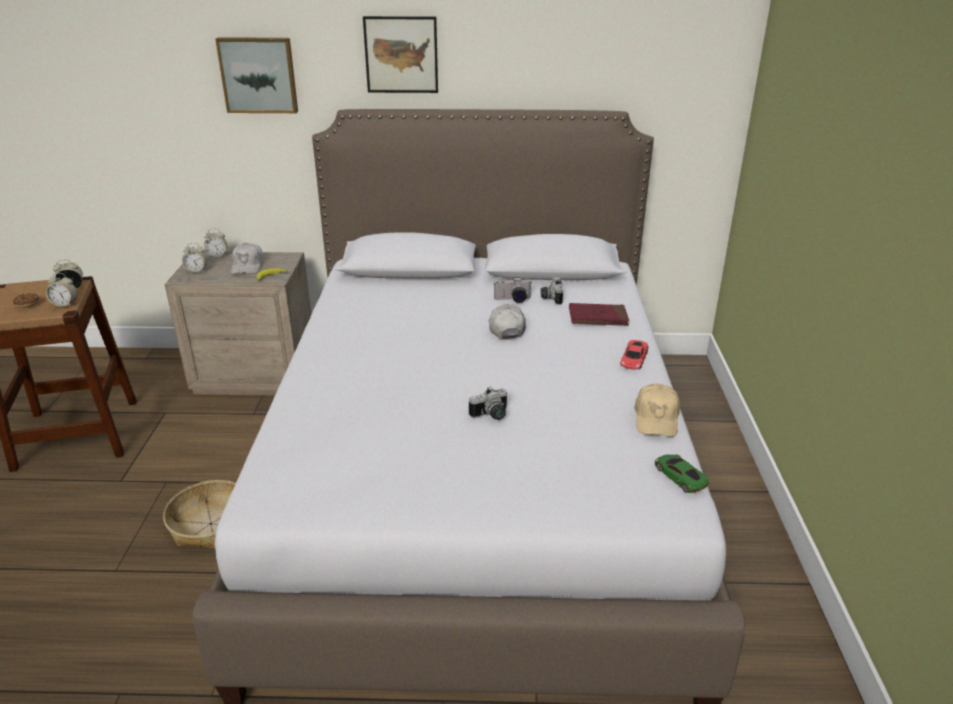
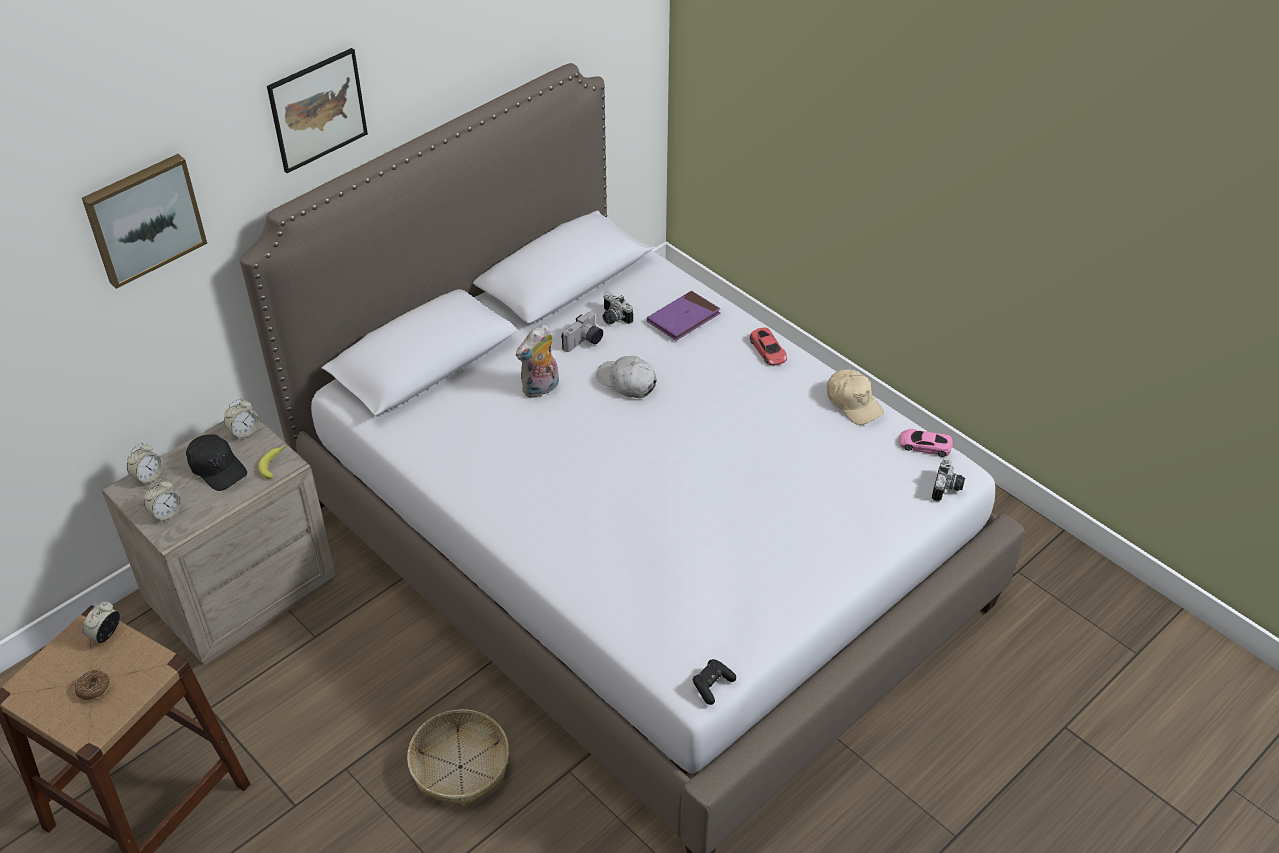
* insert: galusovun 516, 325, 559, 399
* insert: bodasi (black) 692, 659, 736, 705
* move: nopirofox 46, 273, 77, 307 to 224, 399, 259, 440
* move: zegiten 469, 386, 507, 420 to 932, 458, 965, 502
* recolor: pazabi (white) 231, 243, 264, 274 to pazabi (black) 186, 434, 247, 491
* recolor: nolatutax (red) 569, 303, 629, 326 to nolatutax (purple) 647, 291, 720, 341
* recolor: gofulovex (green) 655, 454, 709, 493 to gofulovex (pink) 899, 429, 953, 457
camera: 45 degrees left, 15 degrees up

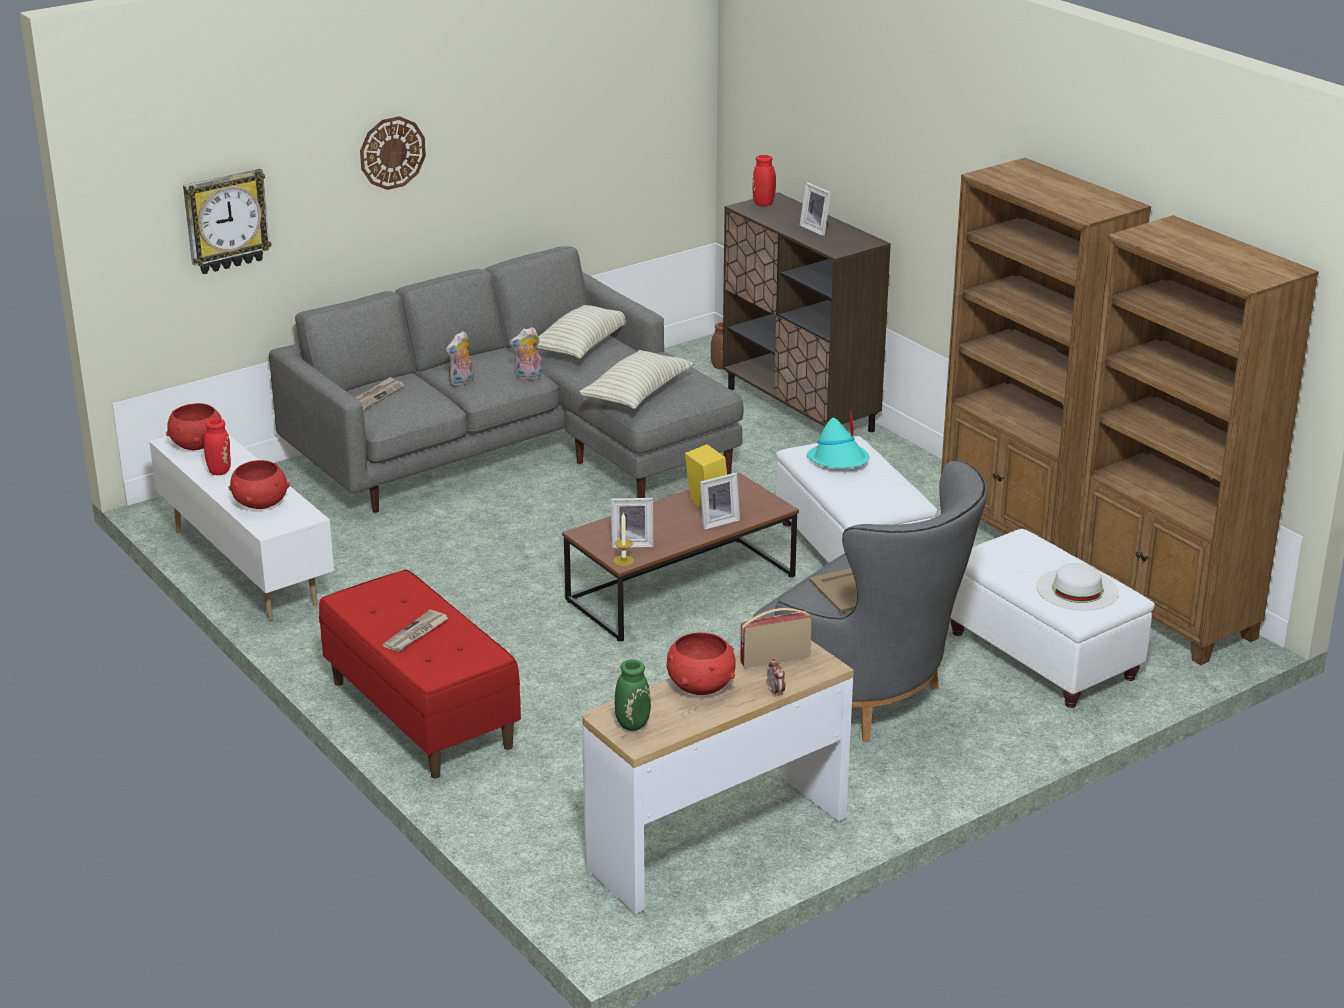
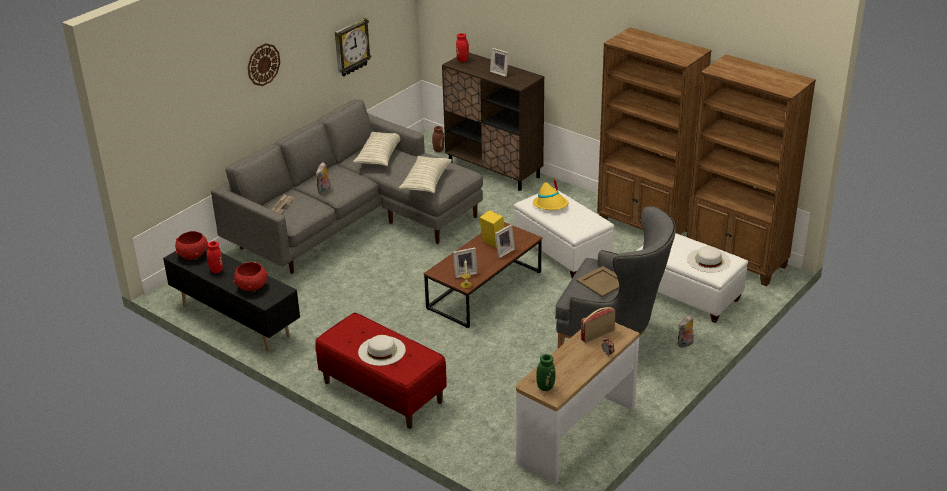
* delete: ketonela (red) 666, 632, 736, 695
* move: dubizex 183, 169, 272, 274 to 335, 18, 371, 77
* move: galusovun 510, 327, 542, 381 to 678, 315, 694, 348
* replace: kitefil 383, 610, 449, 652 to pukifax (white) 358, 335, 406, 366
* recolor: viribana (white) 149, 434, 334, 621 to viribana (black) 163, 246, 300, 352
* recolor: pukifax (turquoise) 807, 411, 869, 468 to pukifax (yellow) 533, 178, 568, 210
camera: 15 degrees left, 5 degrees up

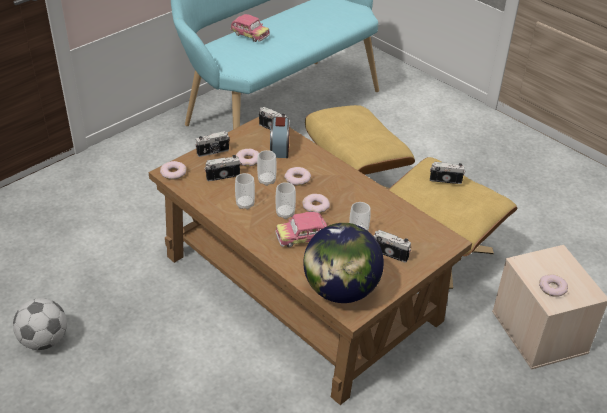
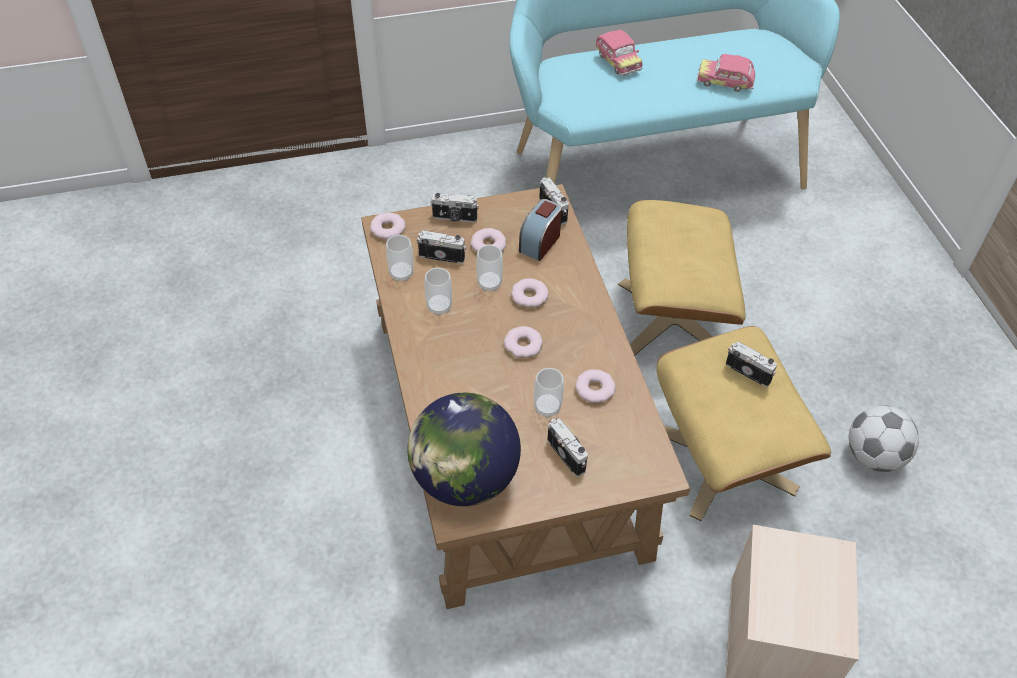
* move: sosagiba 13, 298, 67, 350 to 849, 405, 919, 472
* move: gofulovex 275, 212, 327, 247 to 697, 54, 756, 92
* move: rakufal 276, 182, 296, 219 to 386, 235, 414, 281
* move: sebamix 539, 274, 568, 297 to 575, 369, 616, 403
camera: 30 degrees right, 10 degrees up

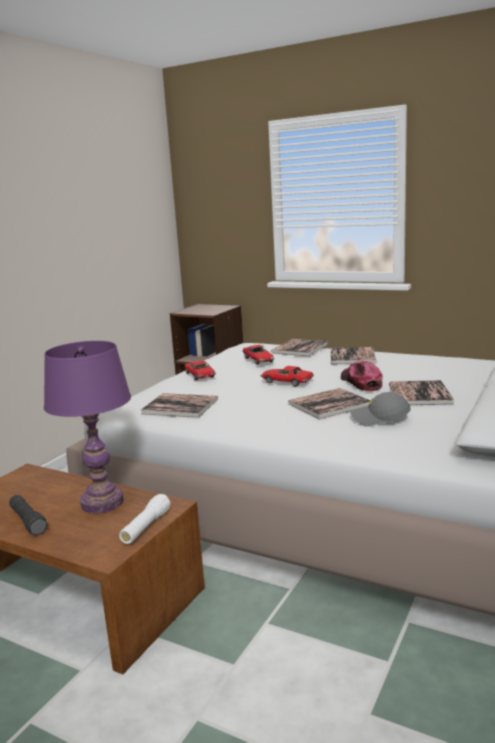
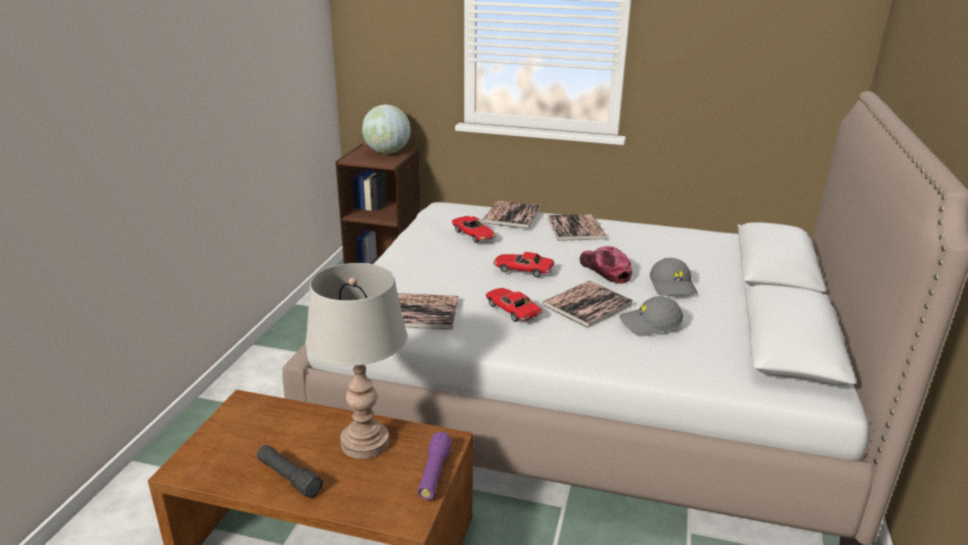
* insert: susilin 362, 105, 410, 154
* move: gofulovex 184, 361, 216, 380 to 485, 288, 543, 322
* replace: nolatutax 389, 380, 454, 405 to pazabi (grey) 650, 258, 698, 296
* recolor: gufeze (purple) 44, 341, 131, 513 to gufeze (grey) 305, 263, 407, 459
* recolor: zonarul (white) 119, 494, 171, 544 to zonarul (purple) 418, 432, 452, 500
camera: 15 degrees left, 10 degrees up

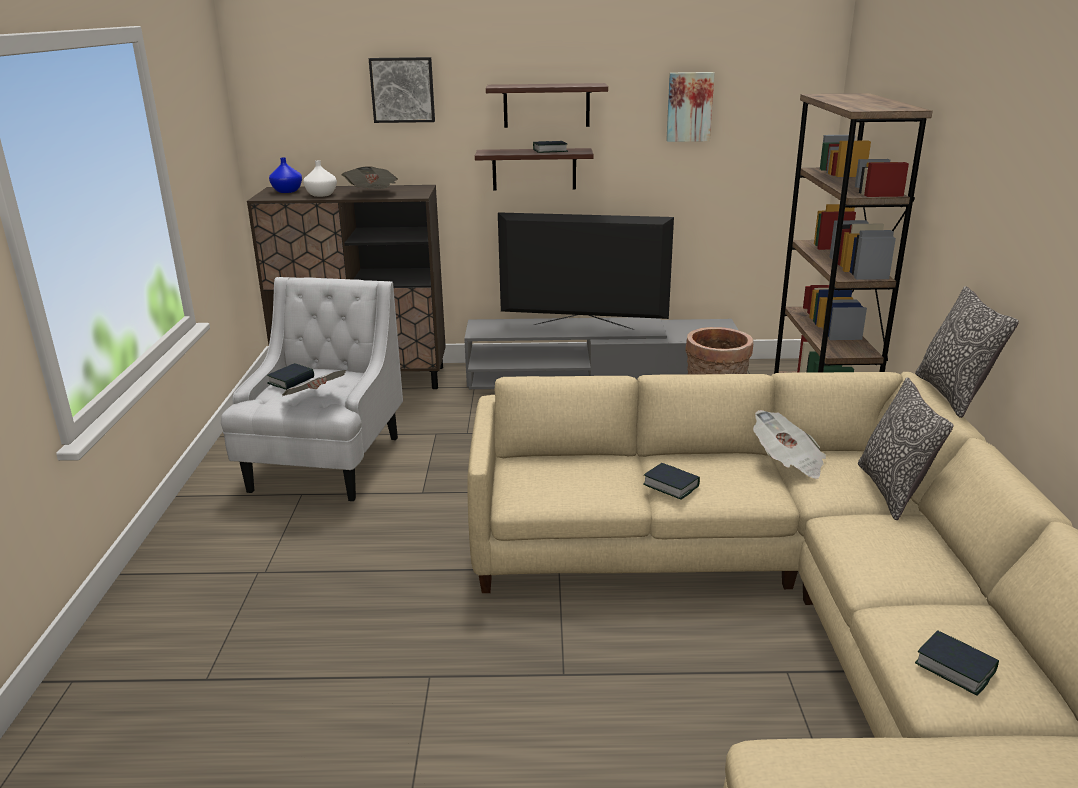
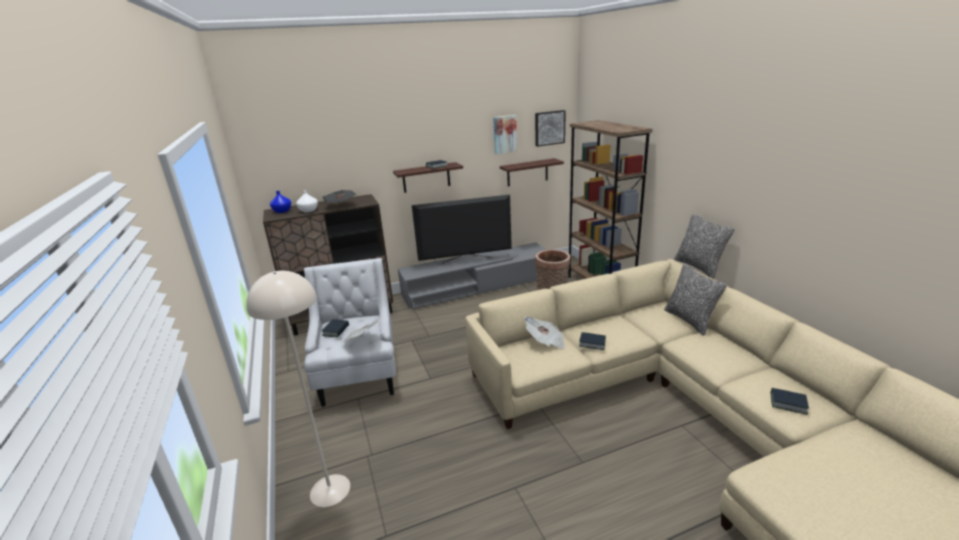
* insert: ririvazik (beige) 246, 271, 350, 507
* move: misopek 369, 57, 435, 123 to 535, 110, 566, 147
* move: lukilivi 486, 83, 608, 128 to 500, 158, 564, 186
* move: kitefil 753, 410, 826, 479 to 524, 317, 565, 349
camera: 20 degrees left, 0 degrees up

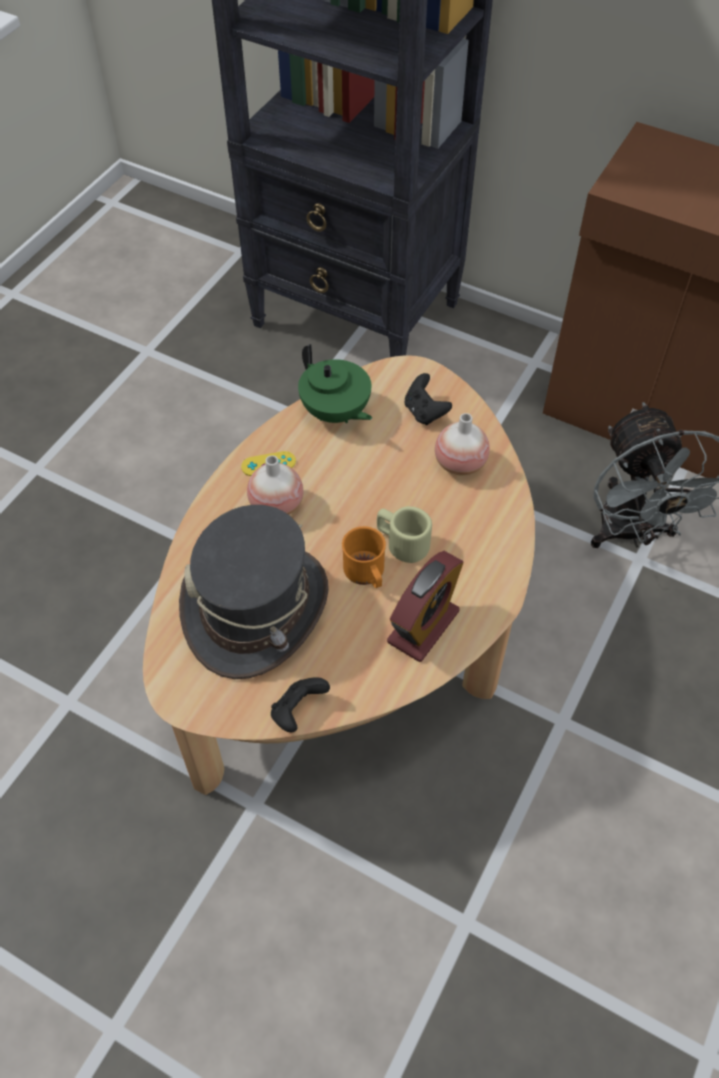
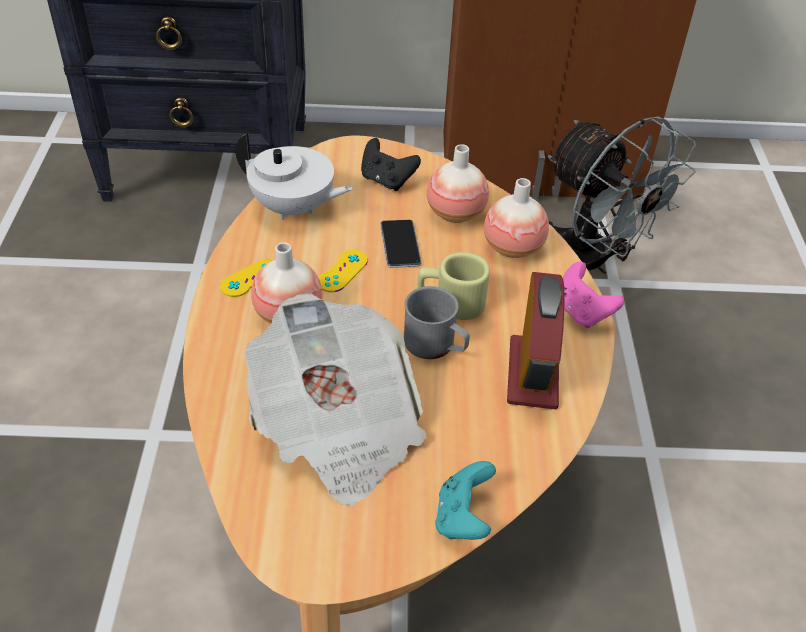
* insert: bodasi (yellow) 318, 250, 368, 292
* insert: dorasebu 380, 220, 422, 268
* insert: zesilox 484, 178, 549, 258
* insert: bodasi (pink) 562, 262, 624, 329
* replace: pukifax (grey) 179, 505, 329, 679 to kitefil 245, 293, 427, 505
* recolor: bodasi (black) 271, 677, 330, 732 to bodasi (turquoise) 435, 461, 496, 540
* recolor: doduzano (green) 298, 344, 372, 423 to doduzano (white) 235, 133, 353, 221
* recolor: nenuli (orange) 342, 526, 386, 588 to nenuli (grey) 404, 286, 470, 359
camera: 30 degrees left, 10 degrees down

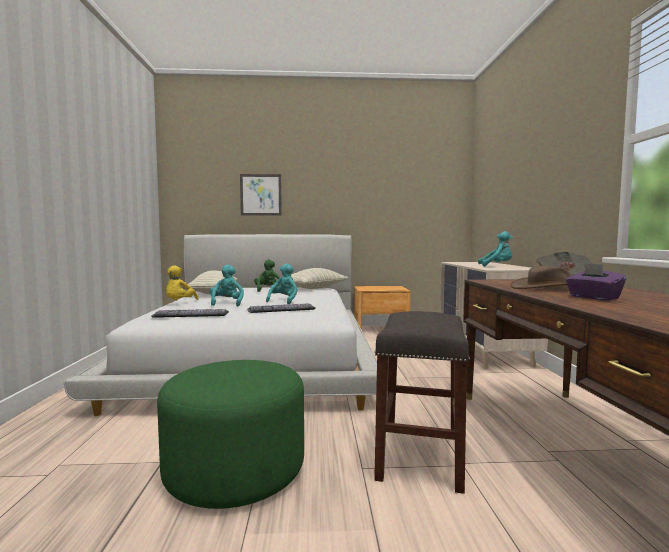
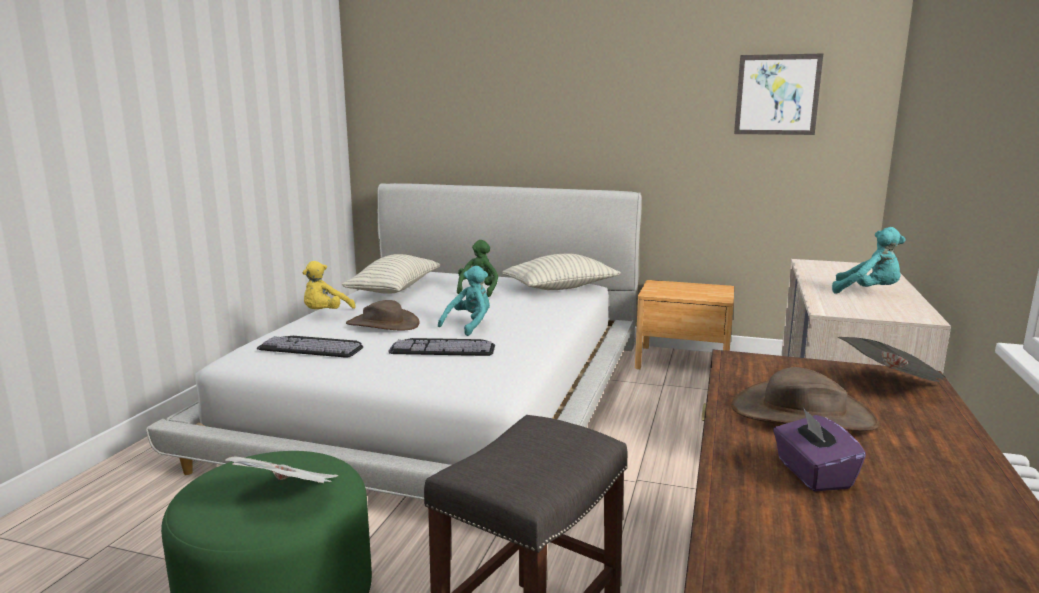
* insert: kitefil 225, 457, 338, 483
* move: misopek 240, 174, 282, 216 to 734, 54, 823, 135
* replace: galusovun (turquoise) 210, 265, 244, 306 to pukifax (brown) 346, 300, 420, 330
camera: 20 degrees right, 10 degrees up

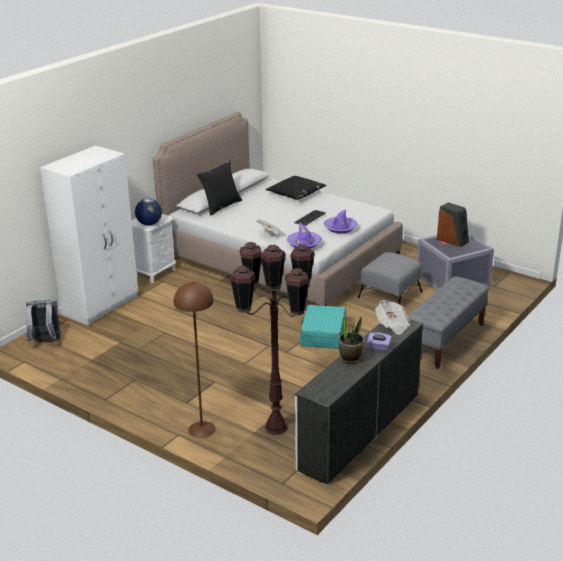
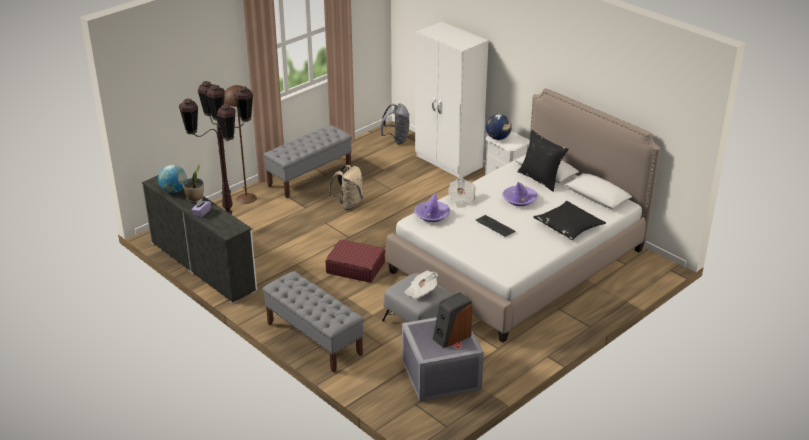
* insert: susilin 158, 165, 187, 193
* insert: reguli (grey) 263, 125, 352, 198
* insert: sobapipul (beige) 328, 165, 363, 210
* move: pukifax (purple) 324, 209, 358, 234 to 502, 182, 538, 206
* move: kitefil 375, 300, 411, 335 to 405, 271, 438, 300
* recolor: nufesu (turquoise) 300, 305, 346, 349 to nufesu (red) 325, 239, 385, 283
camera: 100 degrees right, 5 degrees up

